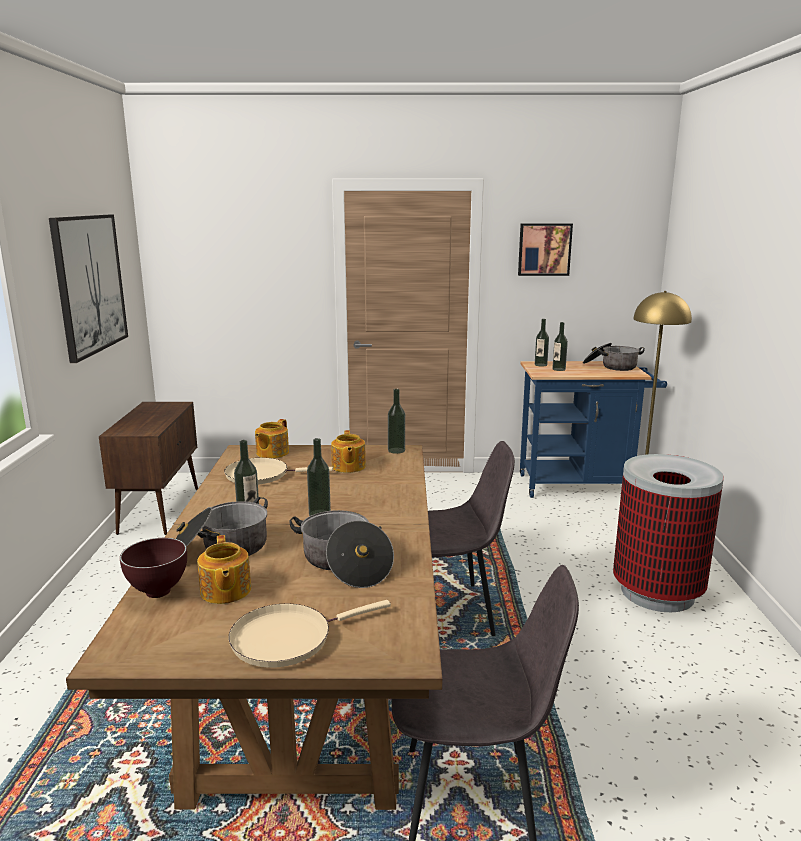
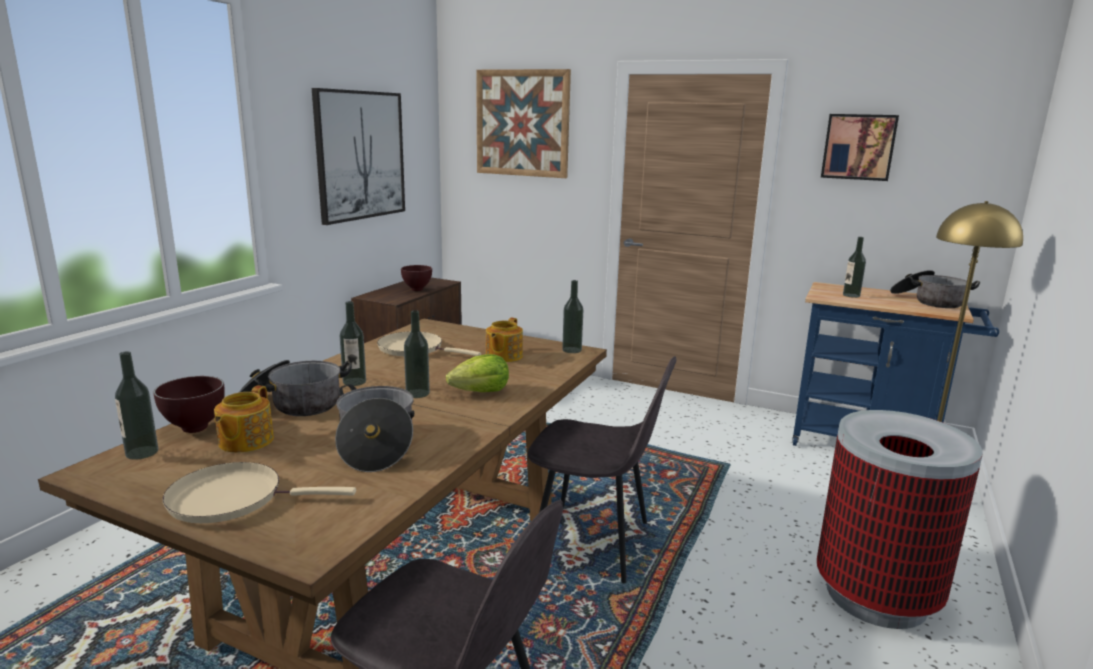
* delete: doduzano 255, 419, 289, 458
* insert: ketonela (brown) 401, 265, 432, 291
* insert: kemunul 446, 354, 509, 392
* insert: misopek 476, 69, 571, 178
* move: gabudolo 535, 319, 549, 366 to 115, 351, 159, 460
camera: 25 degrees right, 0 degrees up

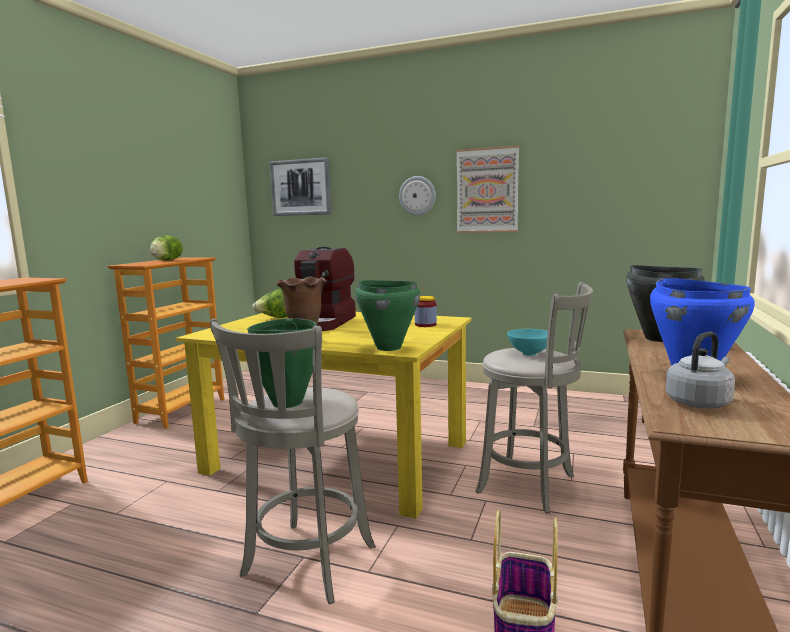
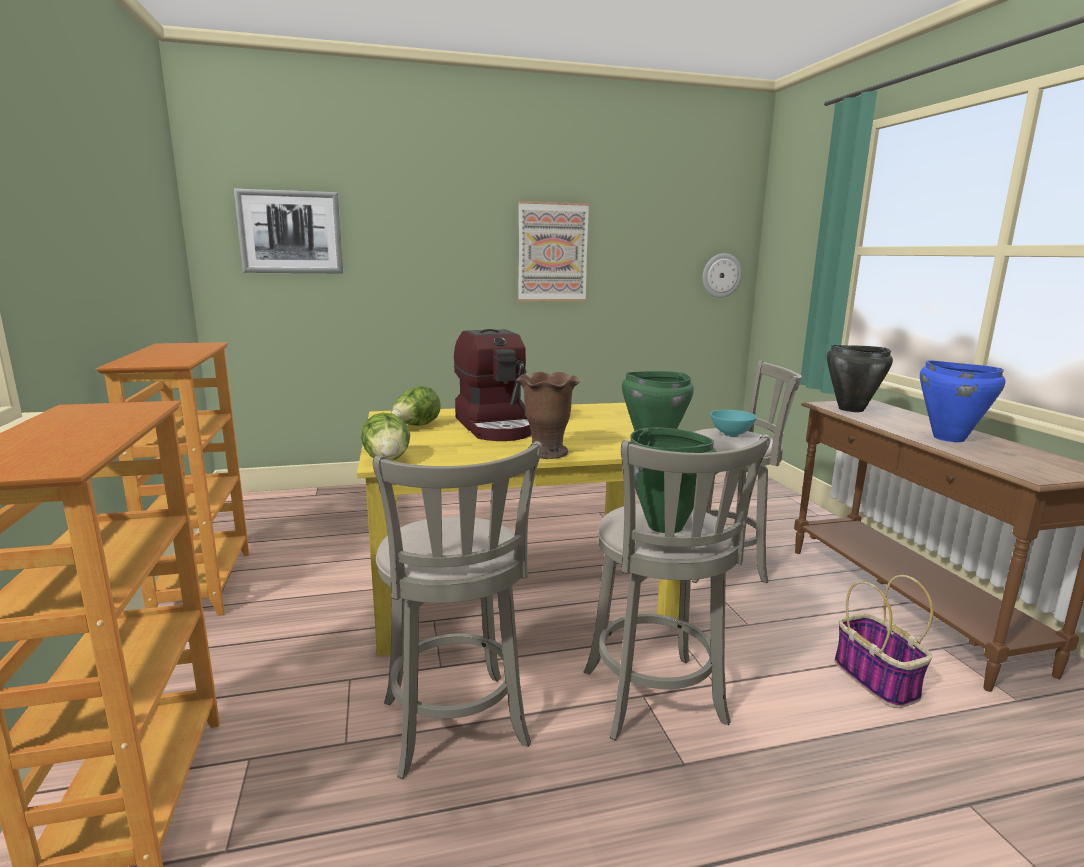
* delete: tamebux 414, 296, 437, 327
* delete: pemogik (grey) 666, 332, 735, 409
* insert: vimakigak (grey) 373, 441, 542, 779
* move: kemunul 149, 235, 183, 261 to 361, 413, 410, 461
* move: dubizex 399, 176, 436, 216 to 703, 253, 742, 298
camera: 35 degrees left, 5 degrees up

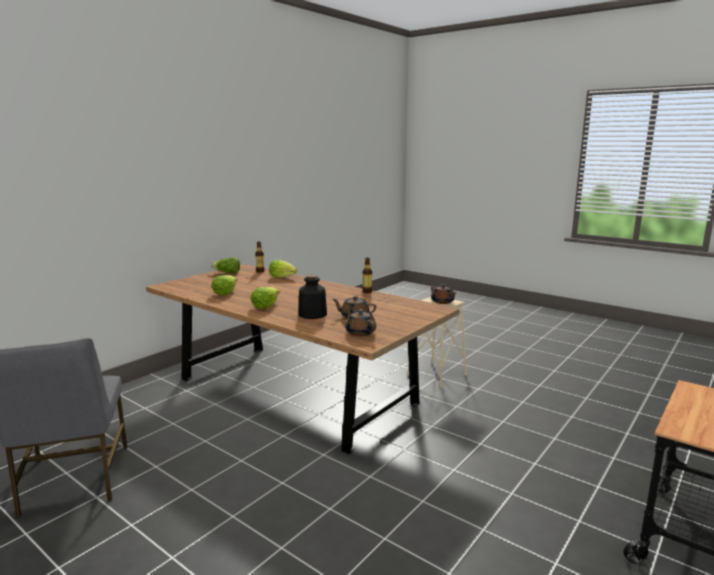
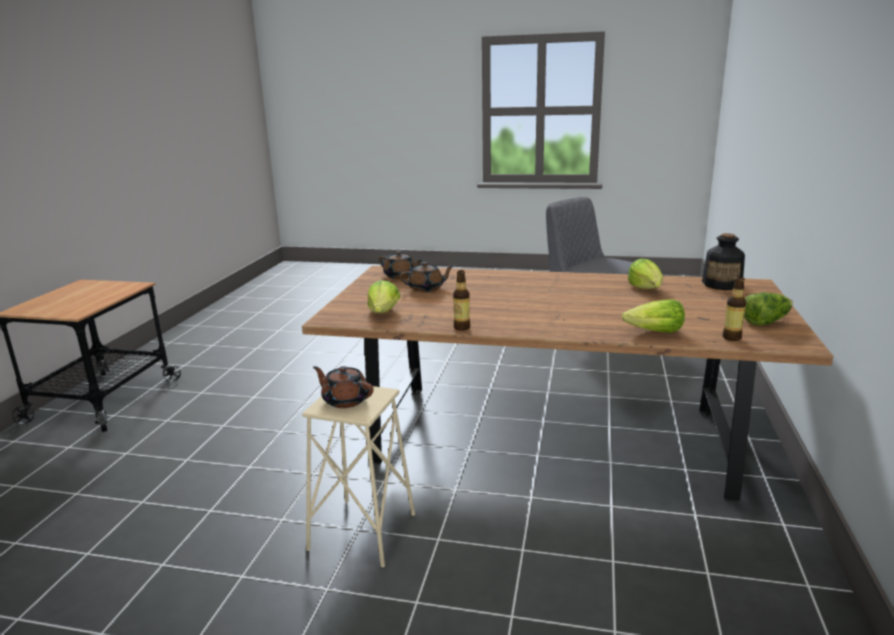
* move: kemunul 250, 287, 280, 309 to 368, 280, 400, 313
* move: gabudolo 298, 275, 327, 319 to 702, 233, 745, 290
camera: 155 degrees right, 5 degrees up

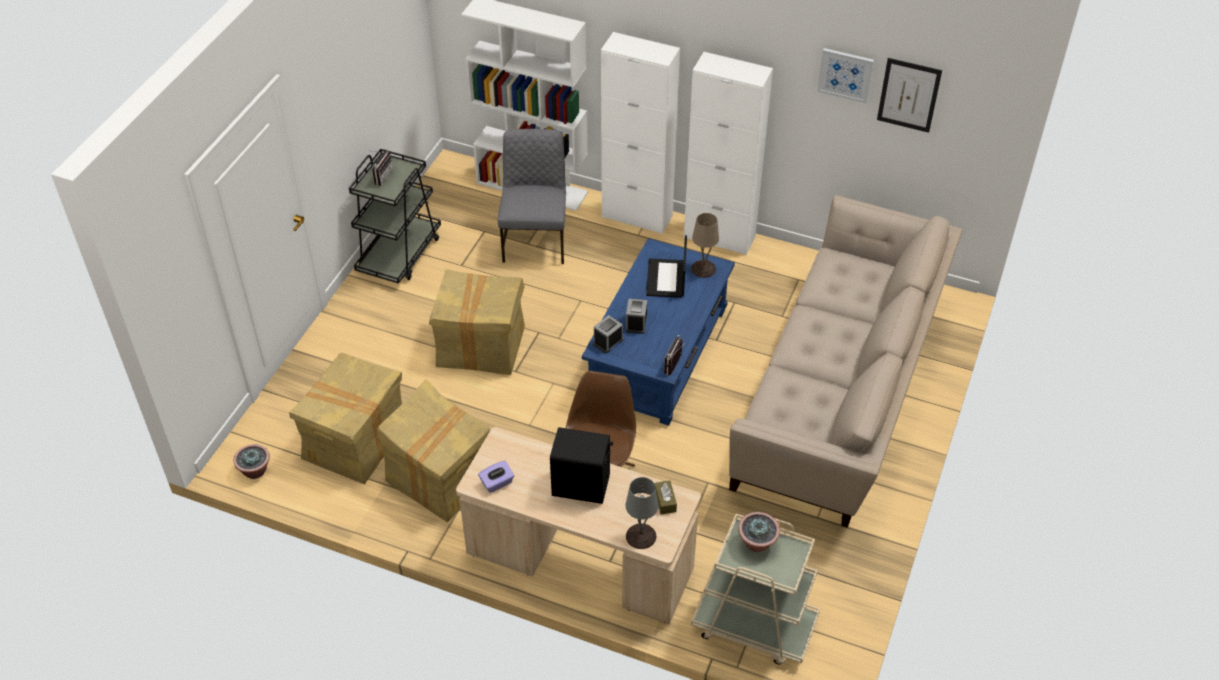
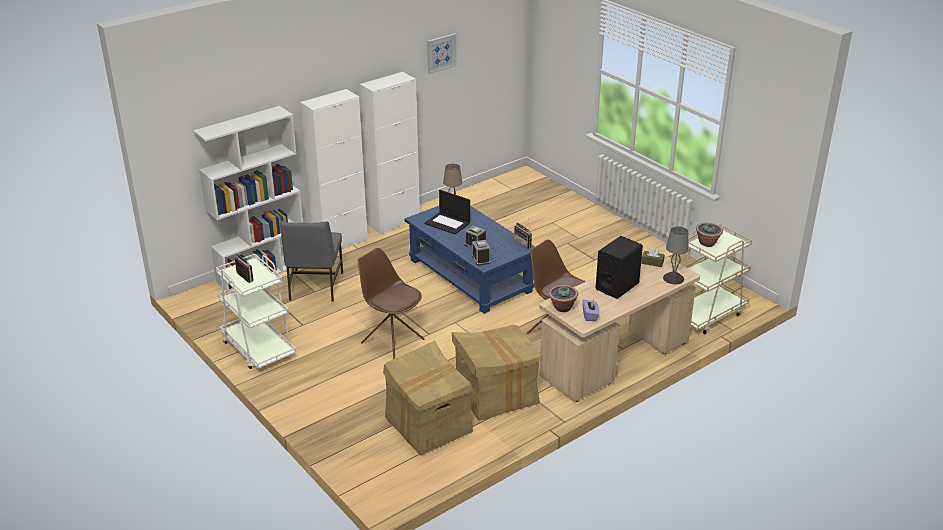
* delete: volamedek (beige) 729, 195, 963, 528
* delete: misopek 877, 58, 942, 133
* move: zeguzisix 233, 444, 270, 479 to 549, 285, 578, 312
* replace: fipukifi 429, 269, 525, 375 to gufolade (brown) 358, 248, 425, 359
* recolor: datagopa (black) 349, 149, 441, 284 to datagopa (white) 216, 253, 296, 369
* rotate: gufolade (grey) 498, 129, 566, 264 = 280, 221, 343, 302 120 degrees counterclockwise
camera: 60 degrees left, 15 degrees down

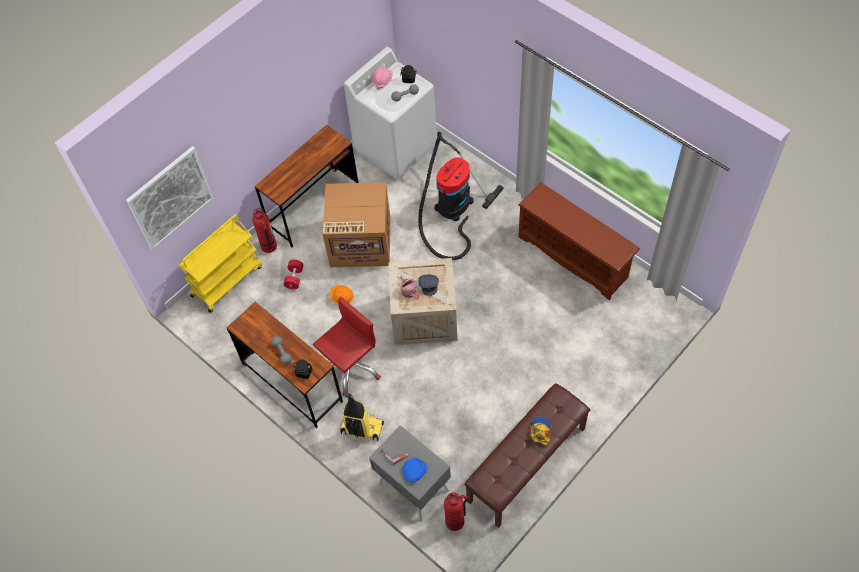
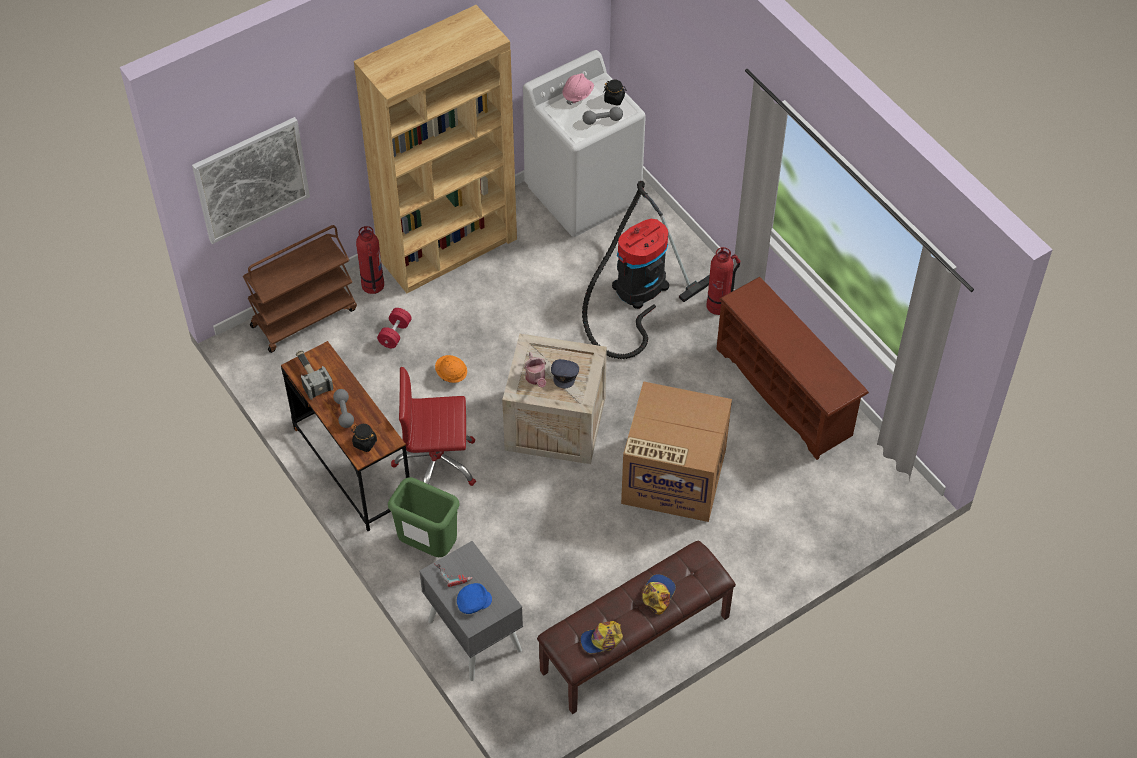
* insert: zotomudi 296, 350, 333, 400
* insert: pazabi 580, 621, 623, 653
* move: fipukifi 322, 182, 390, 267 to 621, 381, 732, 522
* move: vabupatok 444, 492, 468, 531 to 707, 247, 740, 315
* replace: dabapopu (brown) 255, 125, 358, 247 to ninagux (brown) 354, 5, 517, 293
* replace: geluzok 340, 393, 384, 441 to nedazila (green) 388, 477, 460, 557
* recolor: datagopa (yellow) 179, 214, 262, 313 to datagopa (brown) 243, 225, 357, 353
* rotate: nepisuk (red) 313, 296, 381, 396 = 391, 367, 476, 486 150 degrees counterclockwise
camera: 10 degrees right, 5 degrees down

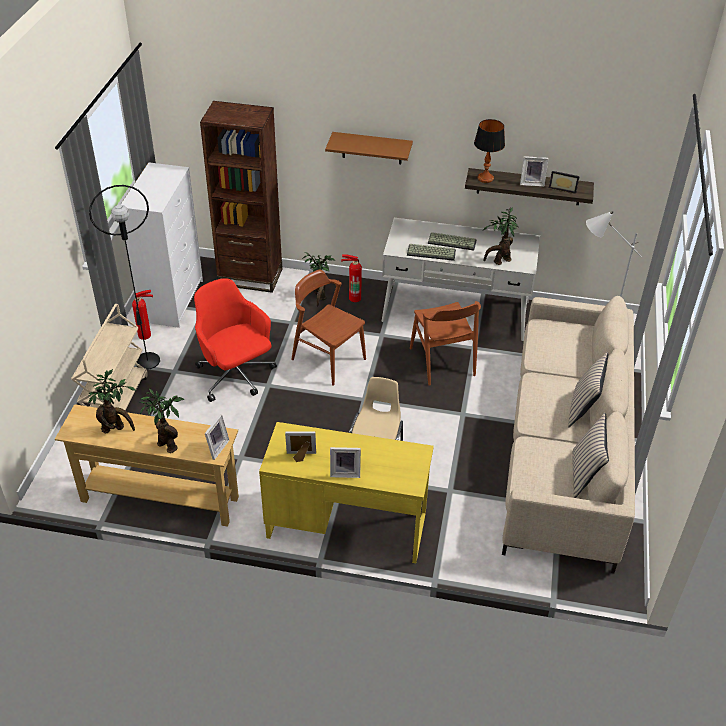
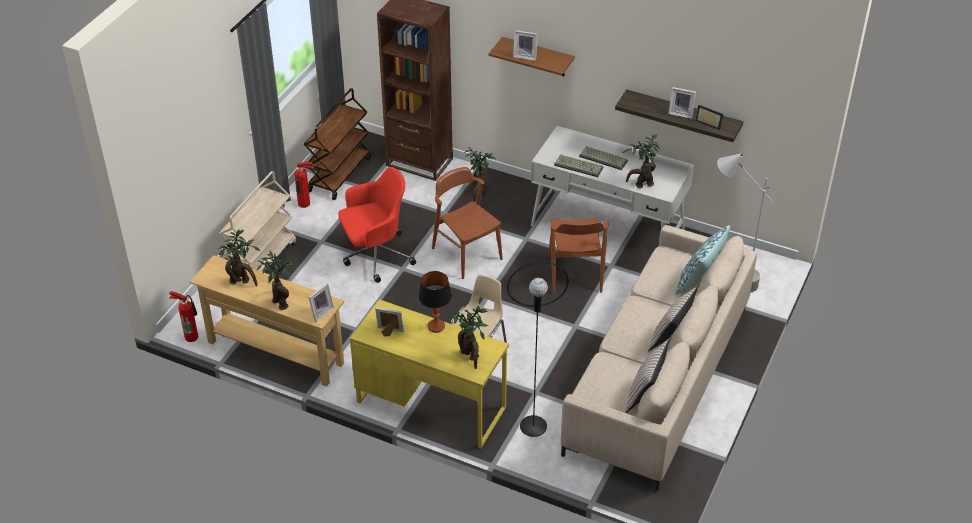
* insert: zeguzisix 448, 306, 488, 369
* insert: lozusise 675, 225, 731, 295
* move: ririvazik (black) 89, 185, 160, 370 to 507, 262, 569, 437
* move: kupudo 330, 447, 361, 478 to 513, 30, 538, 61
* move: vabupatok 341, 254, 362, 302 to 169, 291, 198, 342
* move: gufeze 474, 119, 505, 183 to 419, 271, 452, 333
* replace: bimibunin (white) 121, 162, 203, 328 to datagopa (brown) 304, 88, 371, 200
* rotate: nepisuk (red) 194, 278, 277, 402 = 338, 167, 416, 283 90 degrees clockwise
camera: 15 degrees right, 0 degrees up

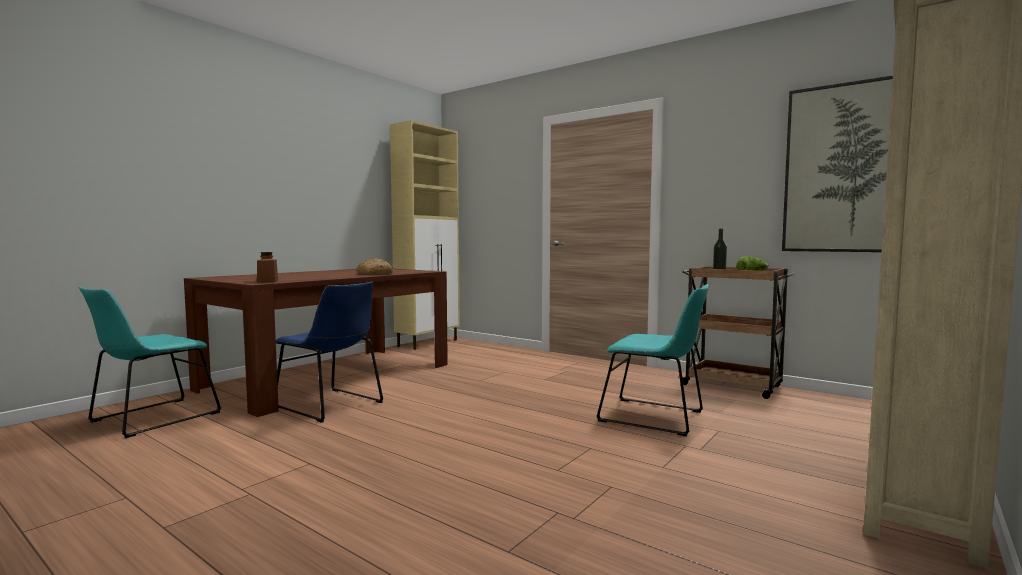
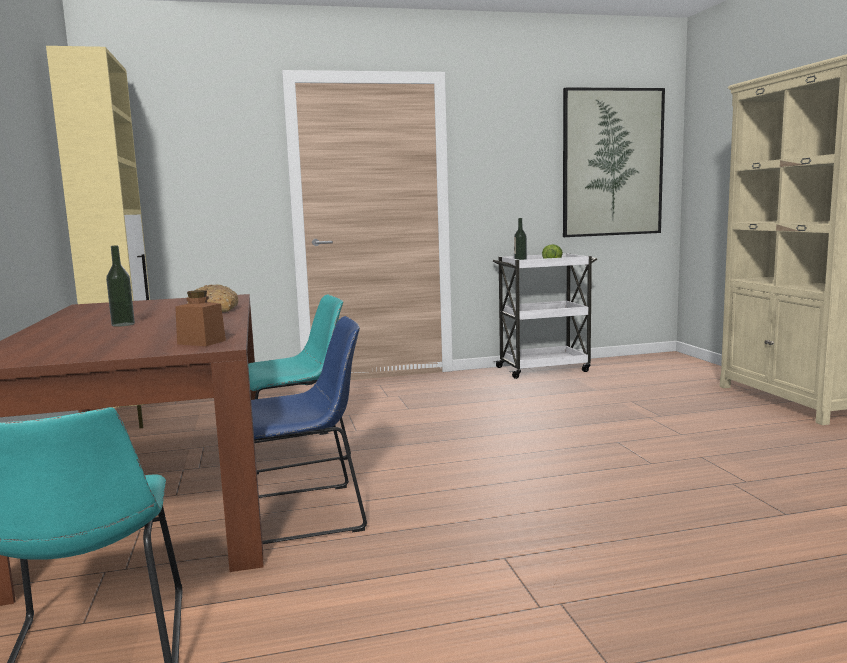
* insert: gabudolo 106, 245, 135, 327
* move: gufolade (turquoise) 597, 284, 709, 437 to 248, 294, 351, 474
* recolor: datagopa (brown) 679, 266, 796, 399 to datagopa (white) 493, 253, 597, 379
camera: 50 degrees left, 5 degrees up

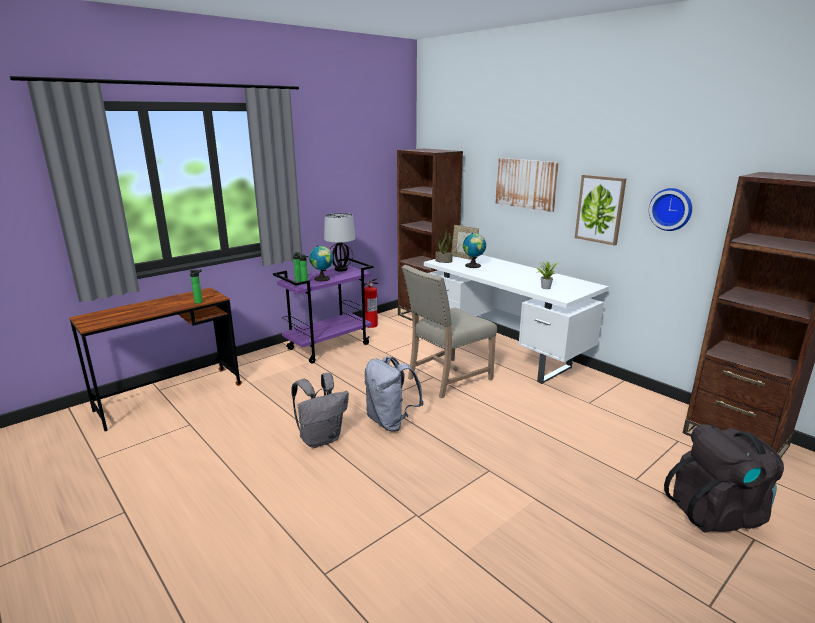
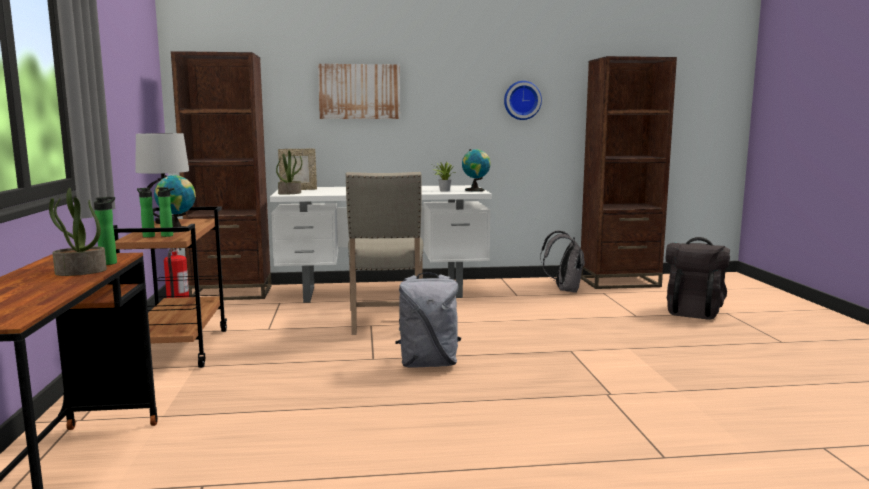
* delete: misopek 575, 175, 626, 246
* insert: zeguzisix 49, 188, 107, 276
* move: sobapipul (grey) 291, 373, 349, 448 to 540, 230, 585, 293
* move: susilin 463, 233, 486, 268 to 462, 149, 490, 191
* recolor: datagopa (purple) 273, 258, 373, 363 to datagopa (brown) 113, 207, 227, 368
camera: 55 degrees left, 10 degrees down

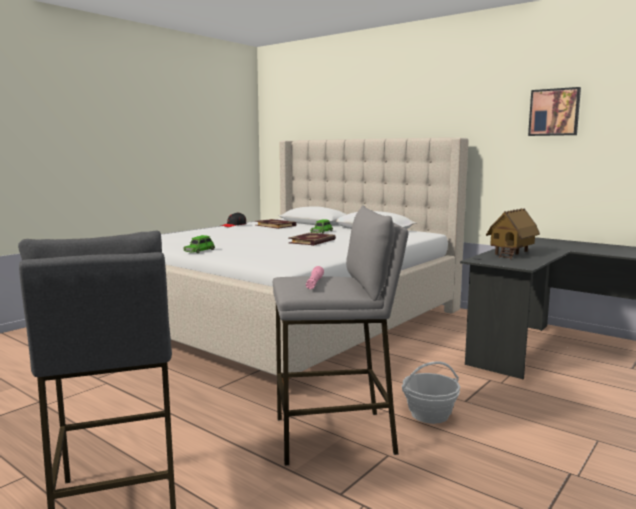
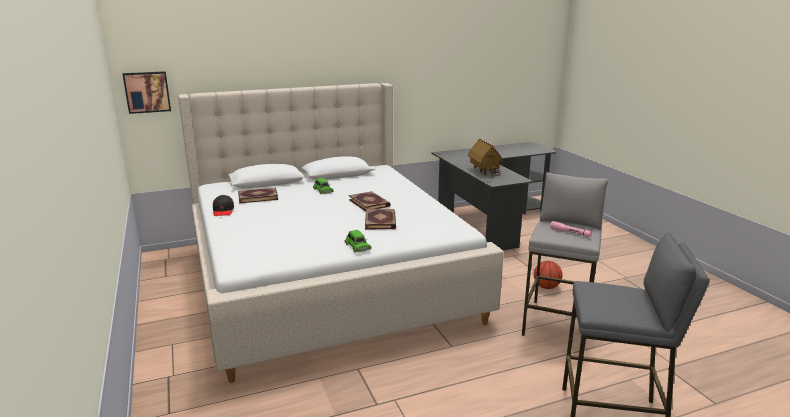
* insert: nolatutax 365, 209, 396, 230
* move: misopek 528, 87, 581, 136 to 123, 71, 171, 114
* replace: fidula 402, 361, 460, 424 to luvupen 534, 261, 563, 289
camera: 60 degrees left, 10 degrees up

